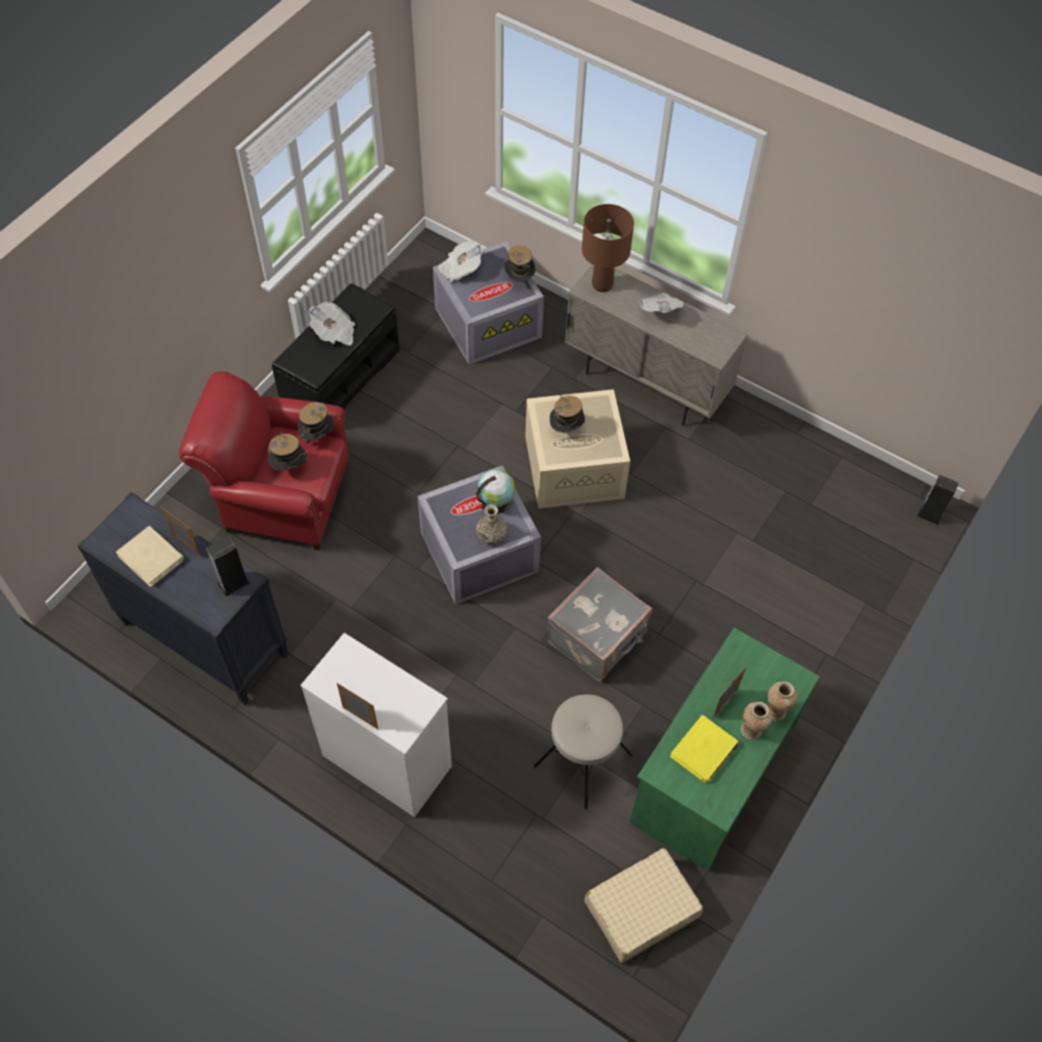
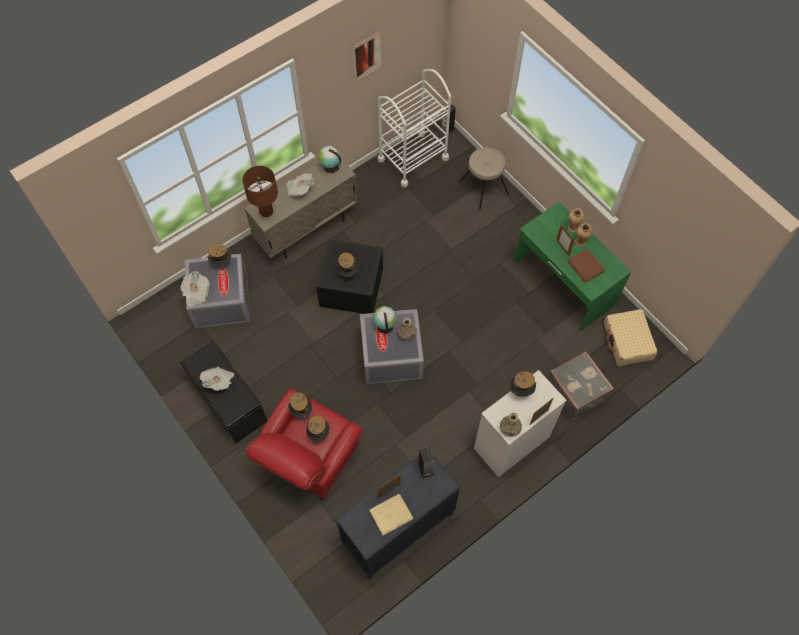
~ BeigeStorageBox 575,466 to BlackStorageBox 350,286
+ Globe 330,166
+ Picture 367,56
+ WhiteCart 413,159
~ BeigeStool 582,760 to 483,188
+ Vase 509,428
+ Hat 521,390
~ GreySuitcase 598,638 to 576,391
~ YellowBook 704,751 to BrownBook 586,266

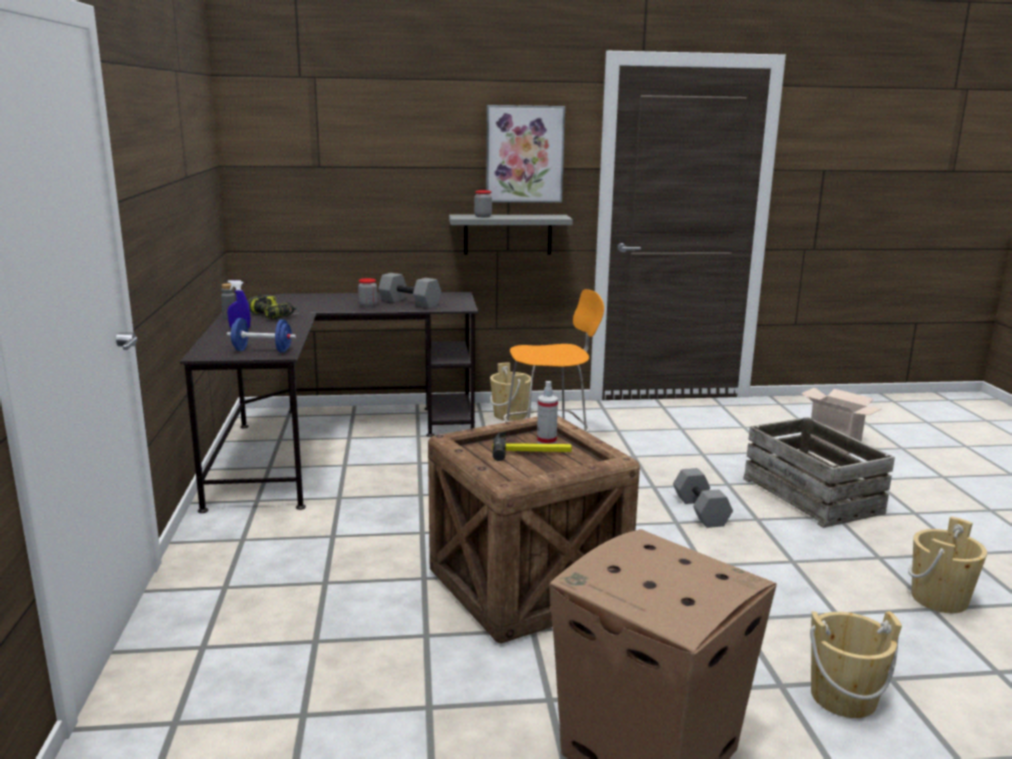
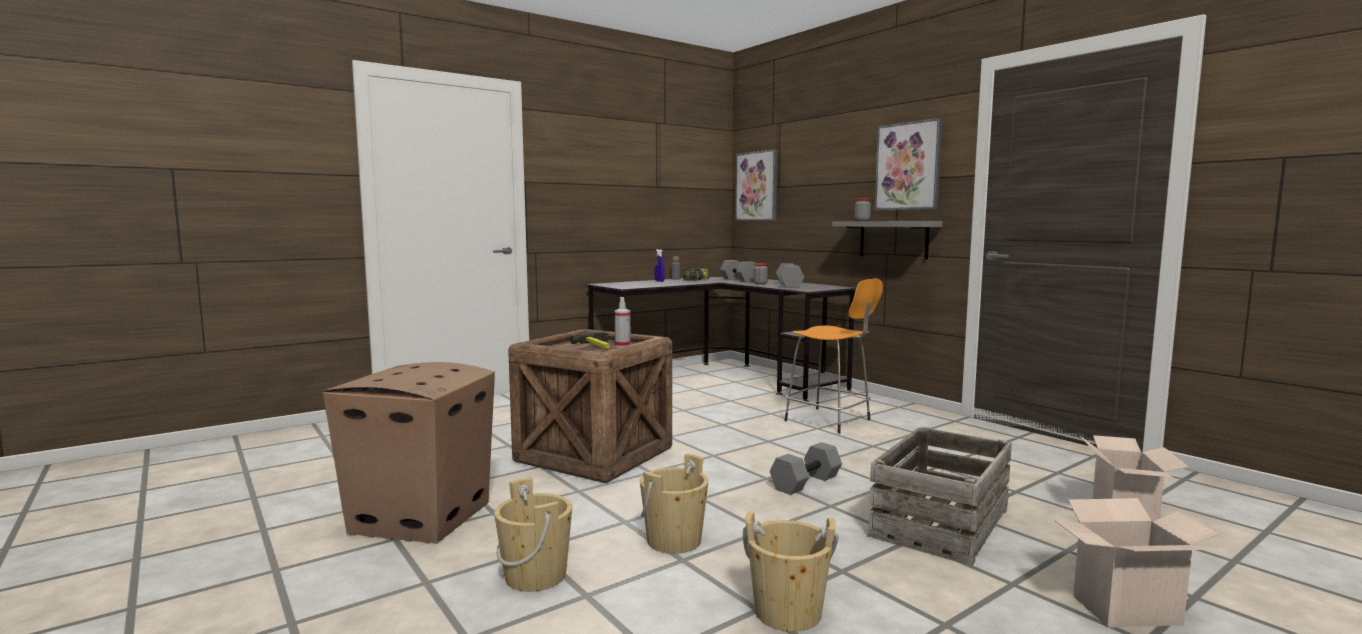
~ BeigeBucket 510,415 to 674,541
+ GreyDumbbell 738,280
+ Picture 757,186
+ CardboardBox 1125,612
- BlueDumbbell 262,351

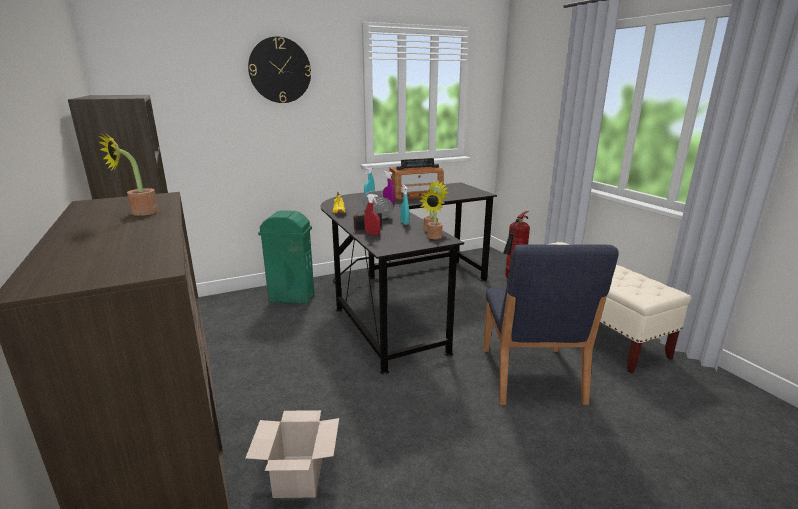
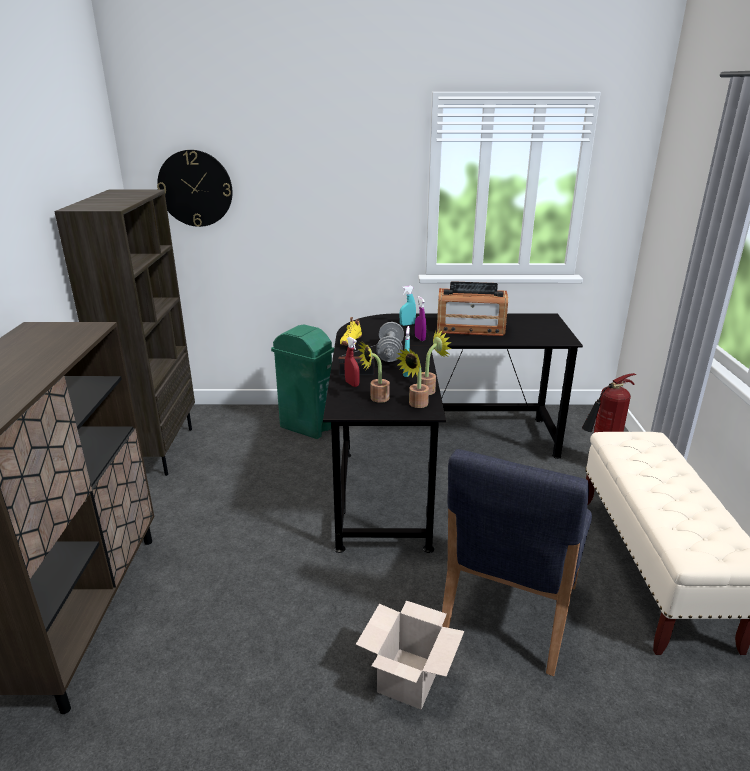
~ WallClock 280,70 to 195,188
~ CardboardBox 298,475 to 408,676
~ PottedPlant 139,213 to 376,399

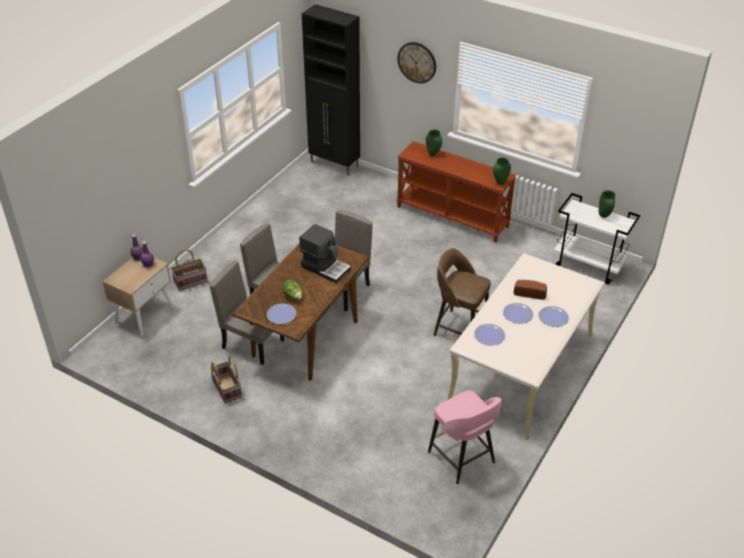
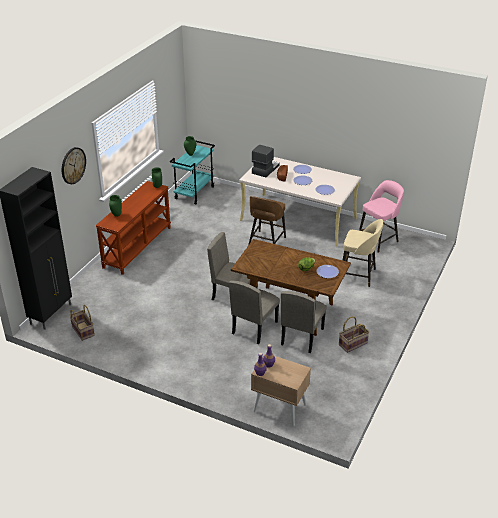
~ Basket 190,281 to 82,331
~ WhiteCart 589,265 to TurquoiseCart 194,192
~ CoffeeMachine 325,267 to 265,169
+ BeigeStool 358,275

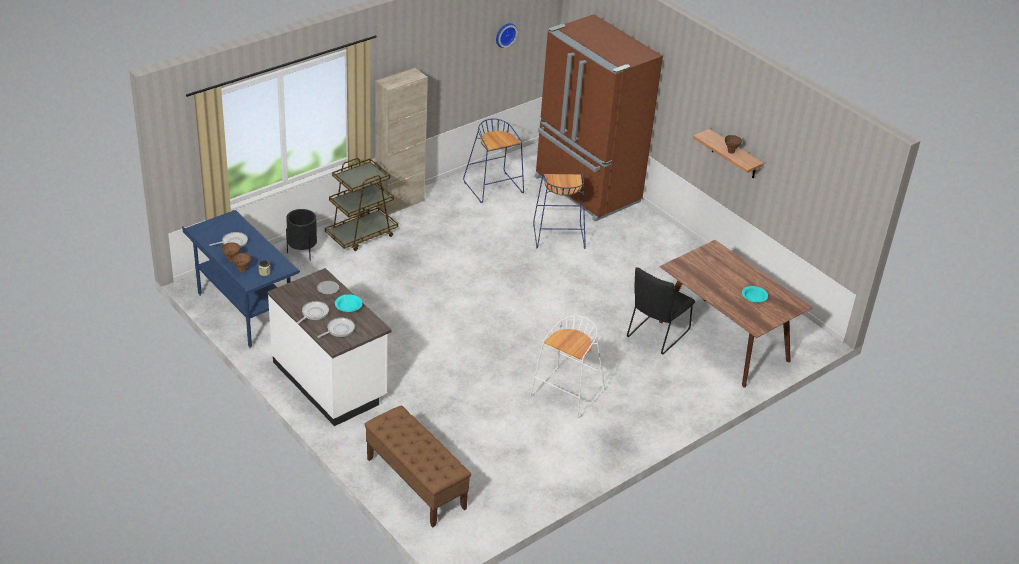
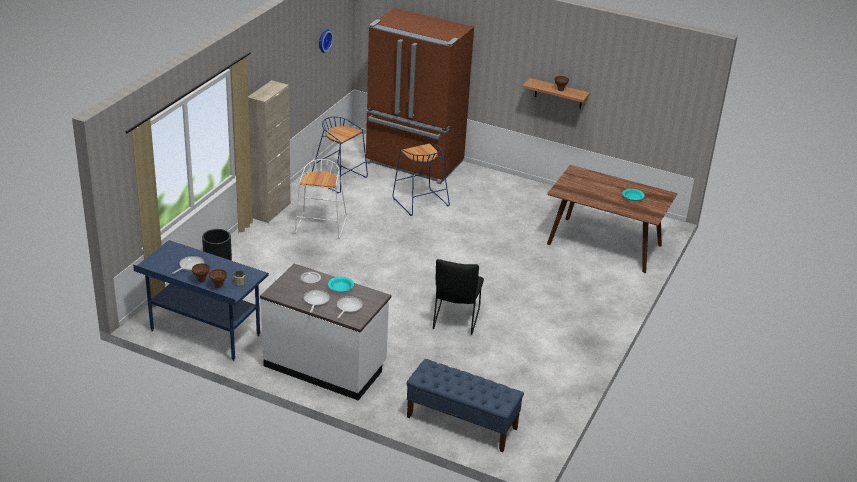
~ WhiteStool 567,394 to 321,227
~ BrownBench 415,483 to BlueBench 461,423
~ BlackChair 656,335 to 455,320
- BrownCart 362,235

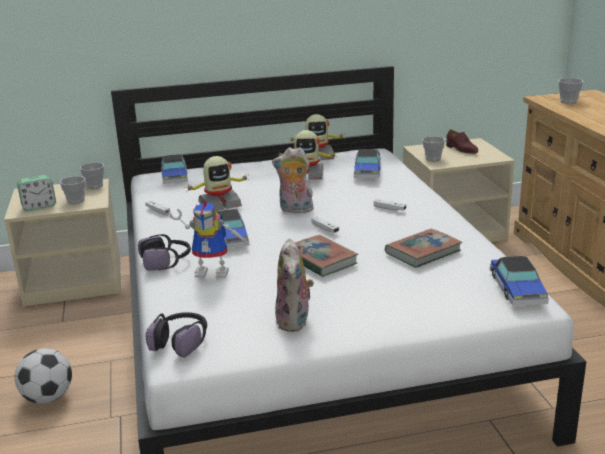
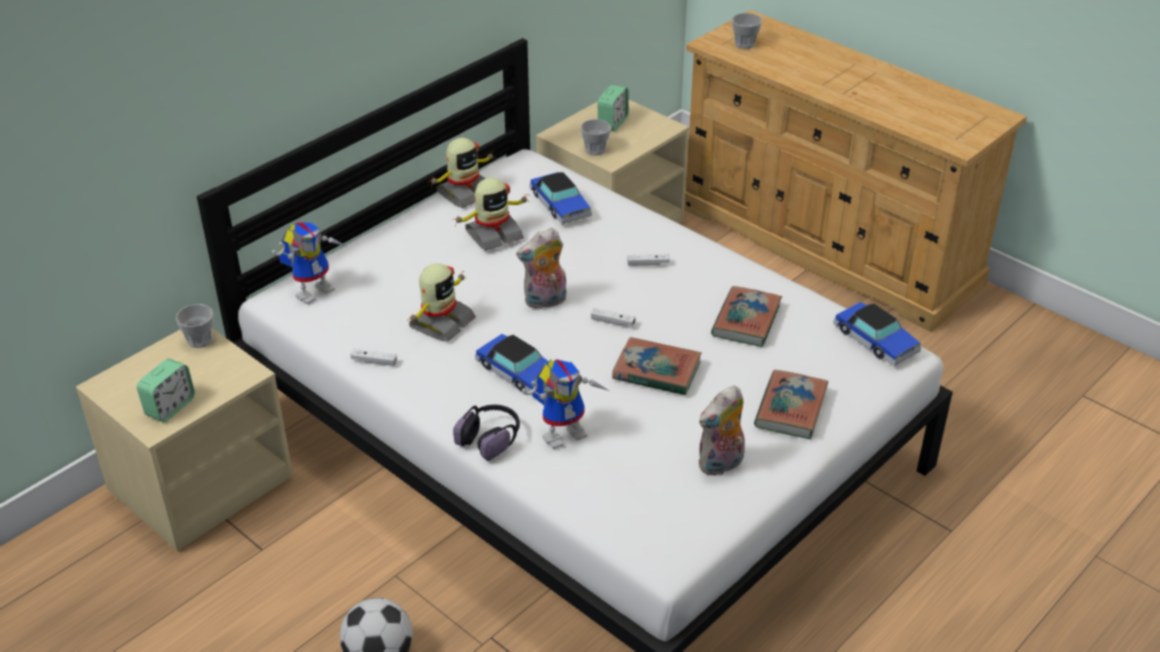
~ ToyCar 174,176 to ToyRobot 314,289
~ BrownShoe 461,149 to AlarmClock 612,123
~ PlushToy 295,321 = 721,465 90 degrees clockwise
+ Book 790,409
- Cup 76,200
- Headphones 181,342

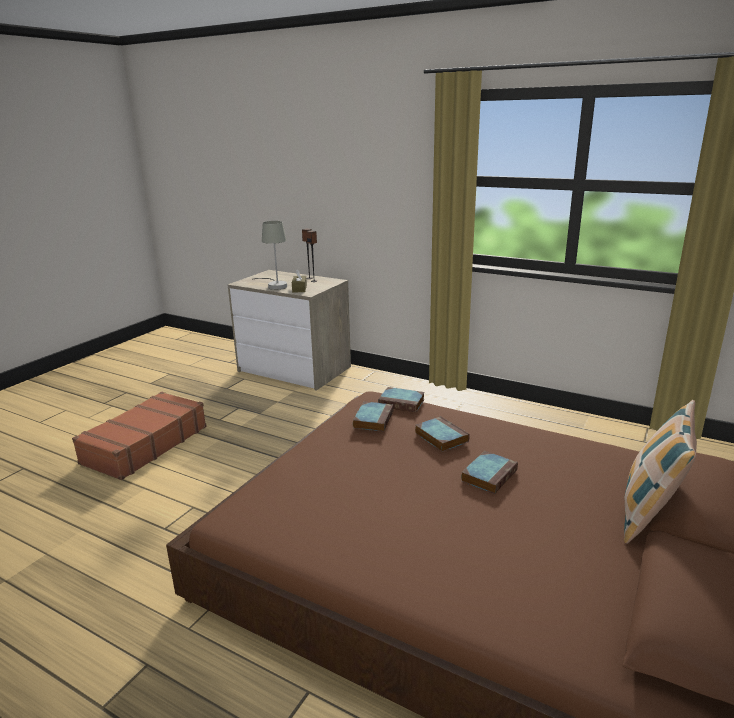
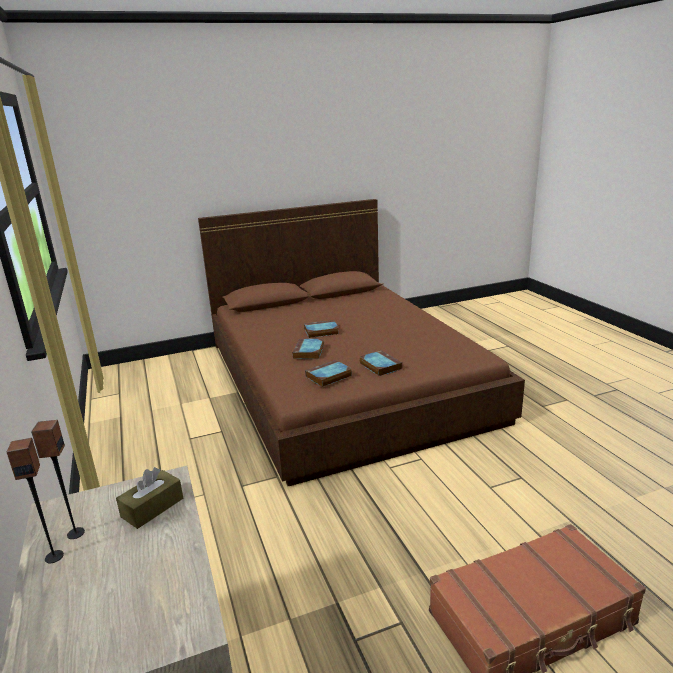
~ Book 402,403 to 379,366
- GreyTableLamp 275,285
- Pillow 649,515

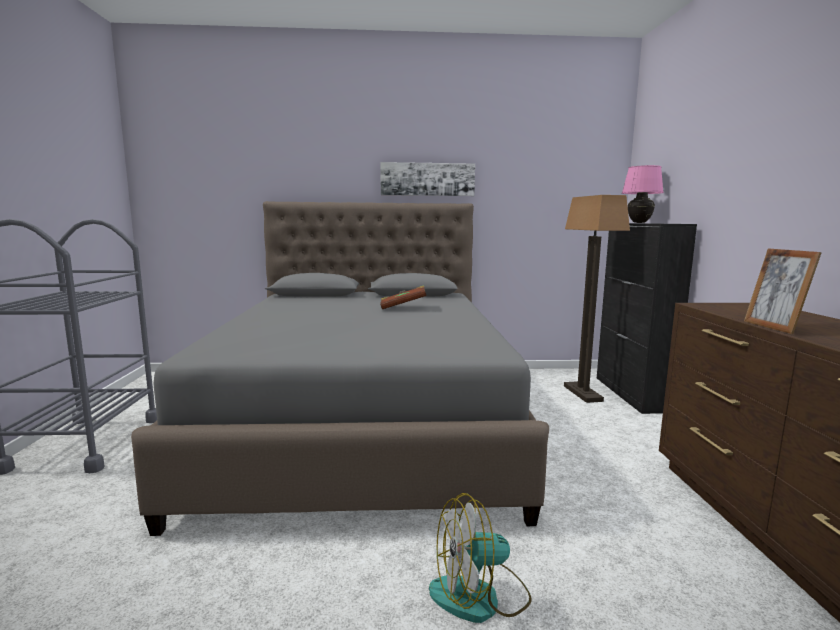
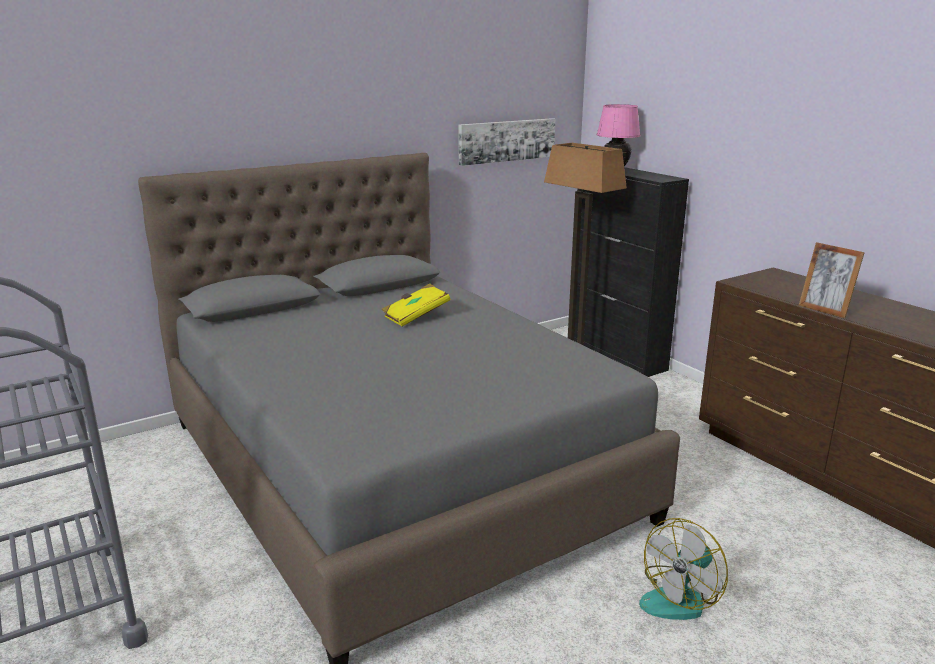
~ BrownBook 403,307 to YellowBook 415,317
~ Picture 427,179 to 506,141

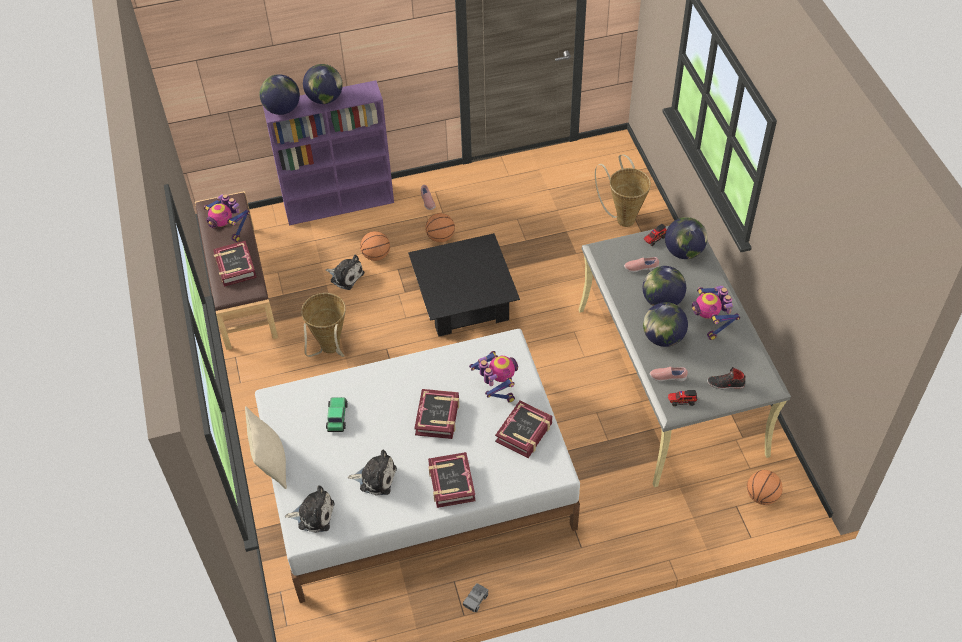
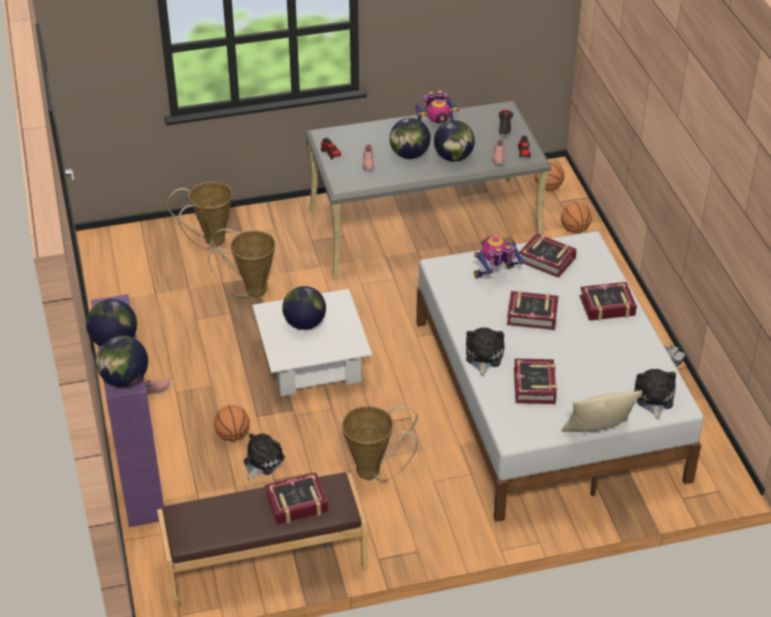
+ Basket 250,291
~ BlackCoffeeTable 464,301 to WhiteCoffeeTable 312,362
~ Globe 684,252 to 304,323
~ PlushToy 375,478 to 483,356
~ ToyCar 337,416 to Book 535,386
~ Basketball 440,237 to 575,229
- ToyRobot 228,230

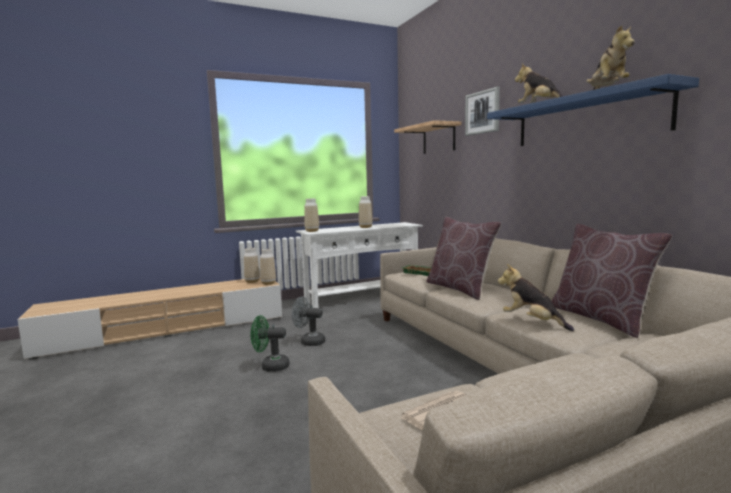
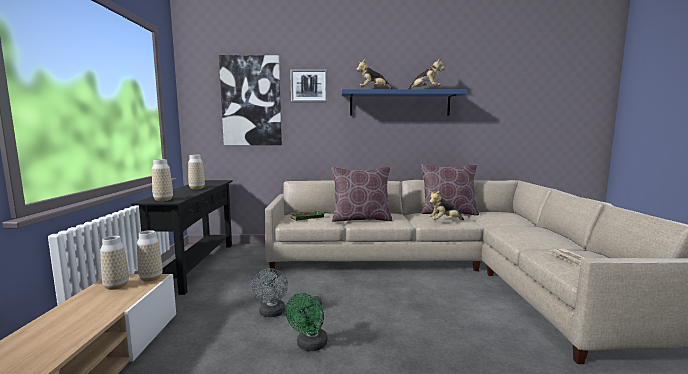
~ WhiteConsoleTable 362,298 to BlackConsoleTable 196,266
~ Shelf 438,139 to Picture 251,101
~ GreyFan 309,342 = 272,313 45 degrees counterclockwise

